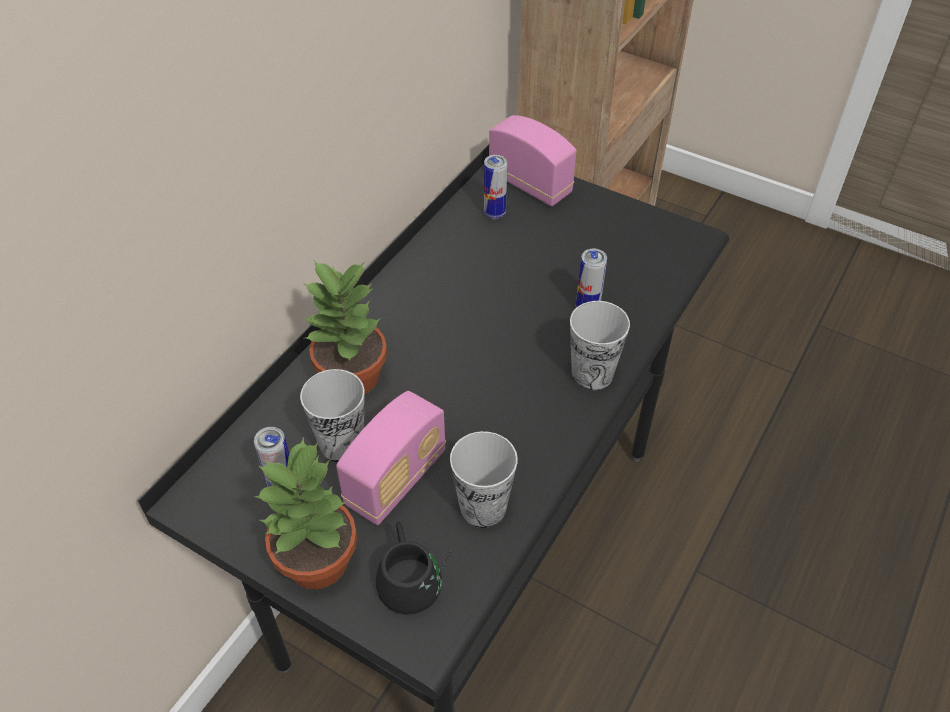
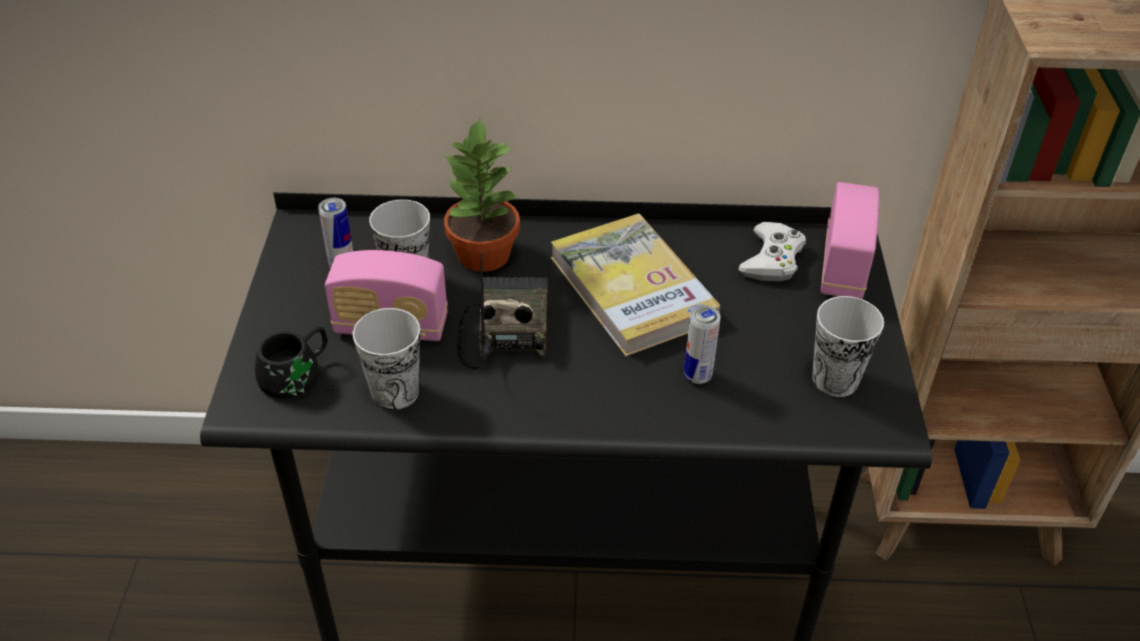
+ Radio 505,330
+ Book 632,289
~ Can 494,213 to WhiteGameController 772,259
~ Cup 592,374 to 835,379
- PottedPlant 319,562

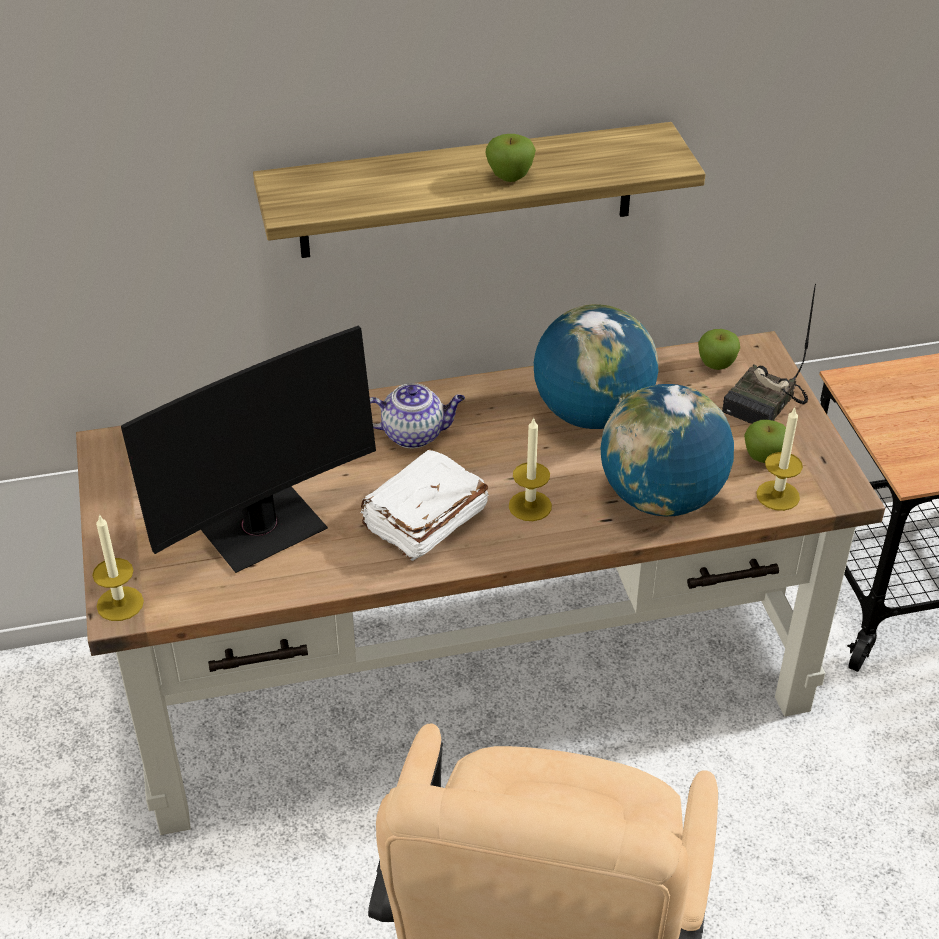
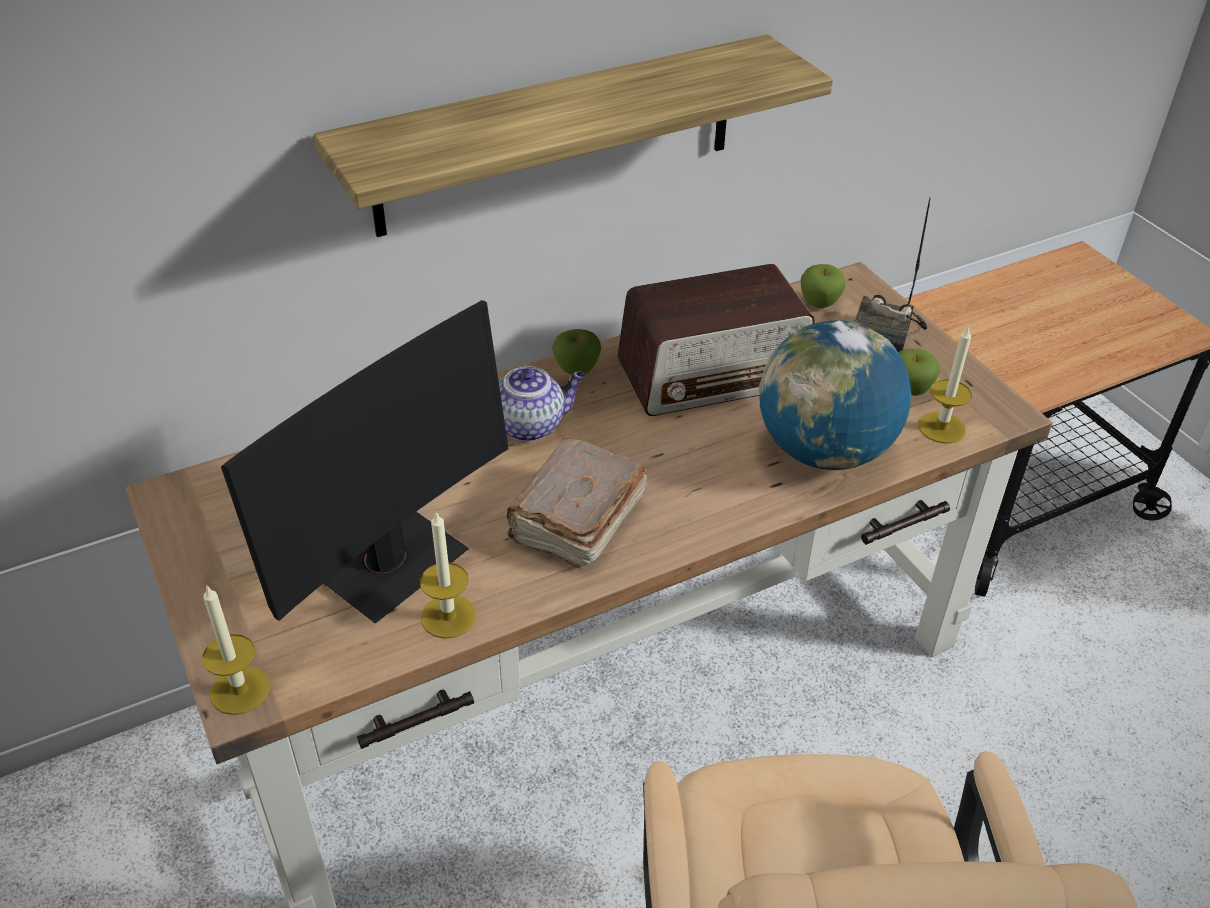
~ Candle 530,506 to 448,616
~ WhiteBook 423,520 to BrownBook 575,520
~ Apple 509,177 to 576,370
~ Globe 592,415 to Radio 714,374

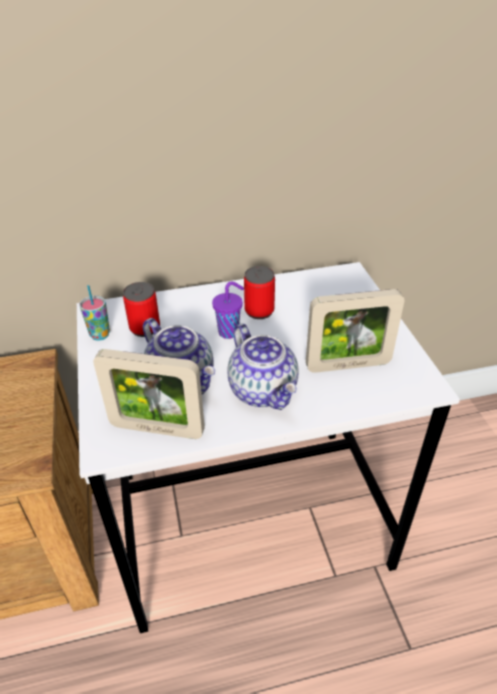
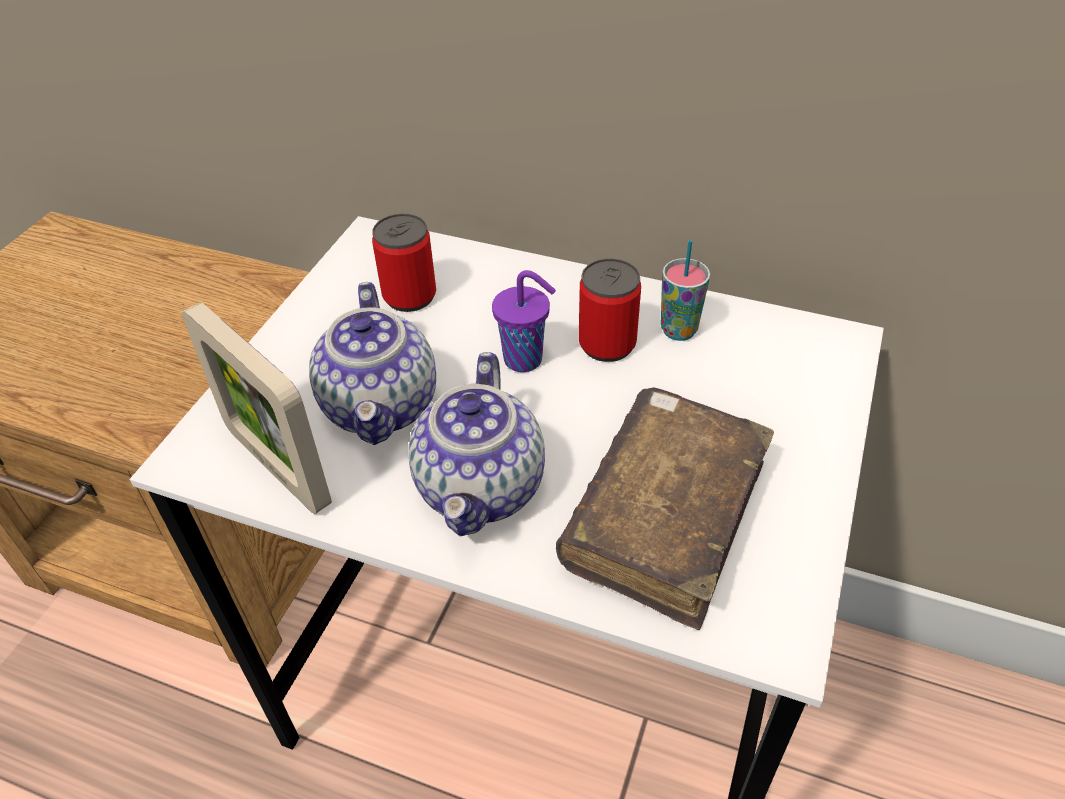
~ PictureFrame 348,365 to BrownBook 665,517
~ Cup 100,335 to 678,331

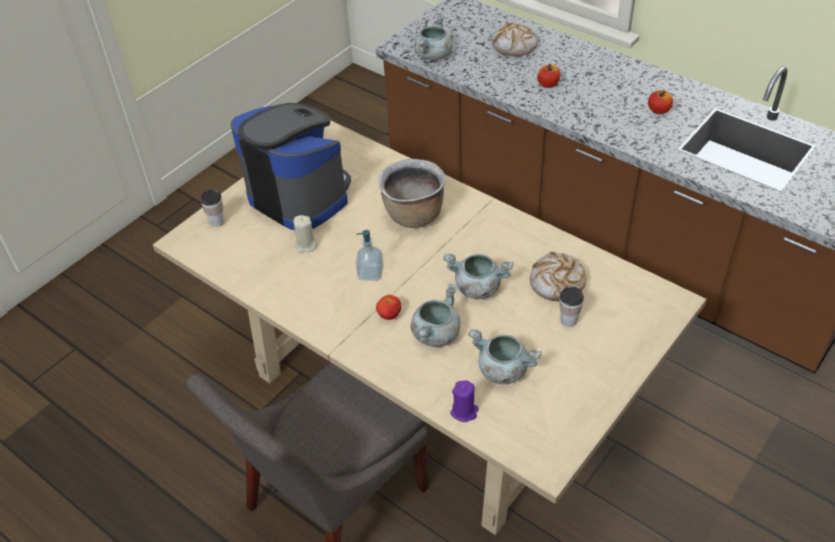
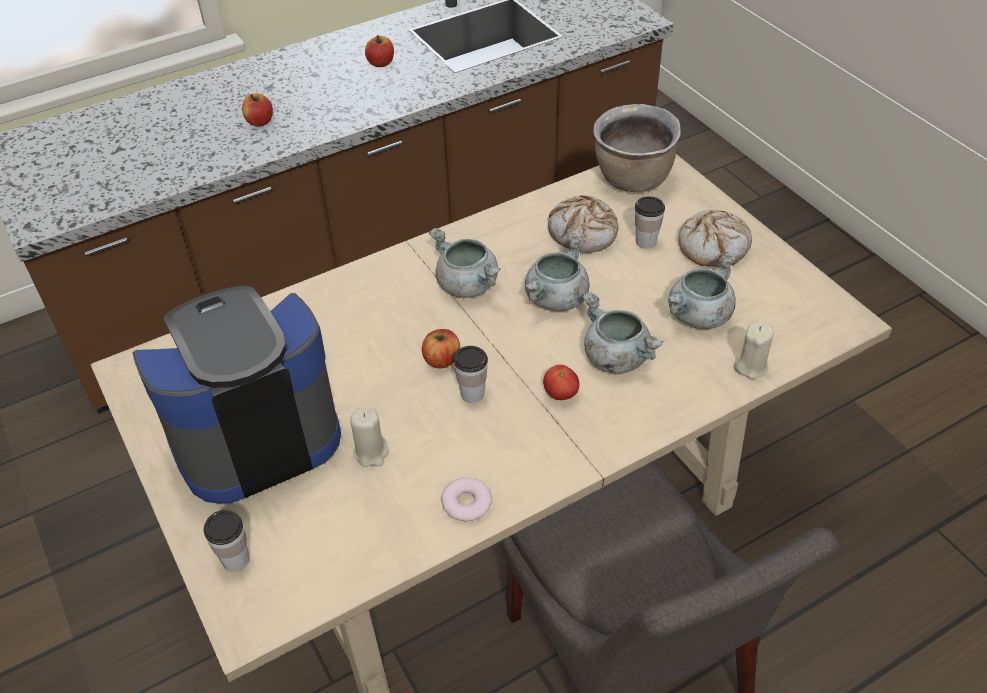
+ Apple 441,360
~ GreyCookingPot 433,55 to 468,285
+ Donut 466,503
~ SoapDispenser 370,273 to Cup 472,394
~ BrownCookingPot 413,215 to 632,180
~ Bread 514,46 to 713,247
~ PurpleCandle 464,412 to BeigeCandle 751,366

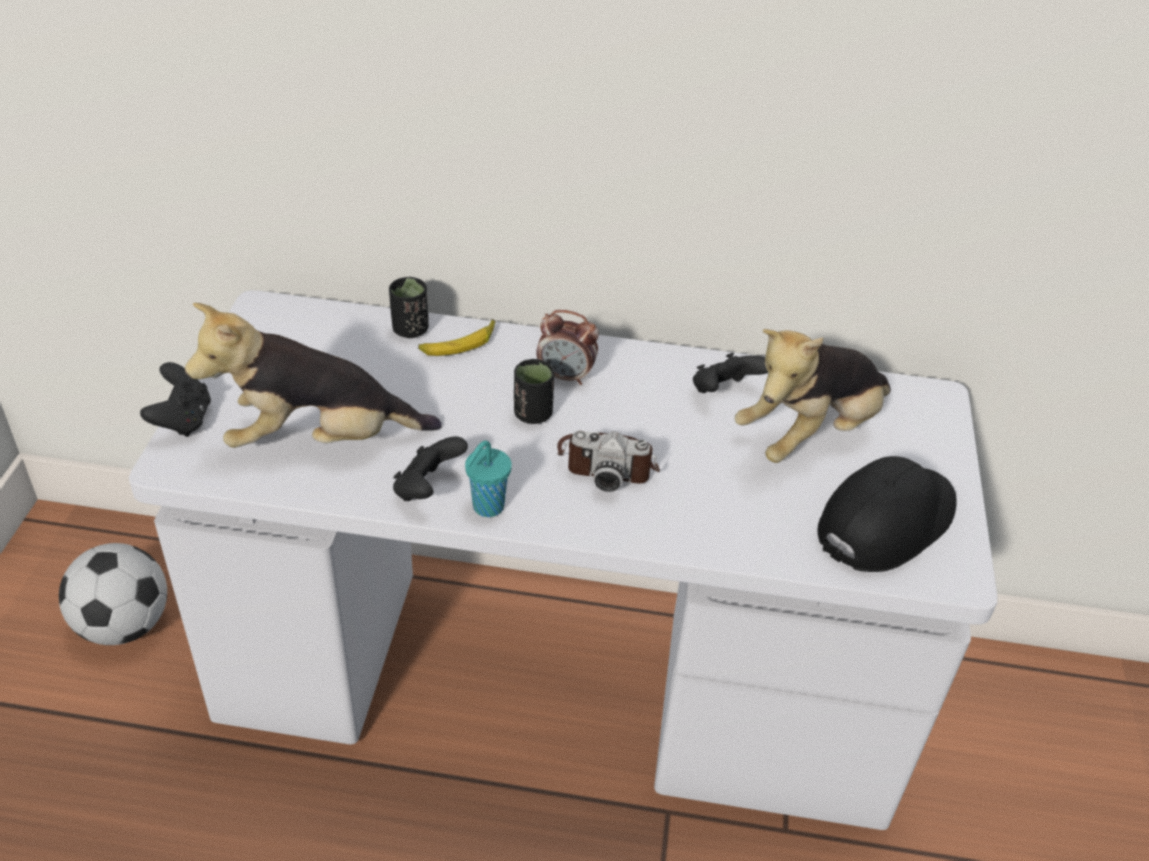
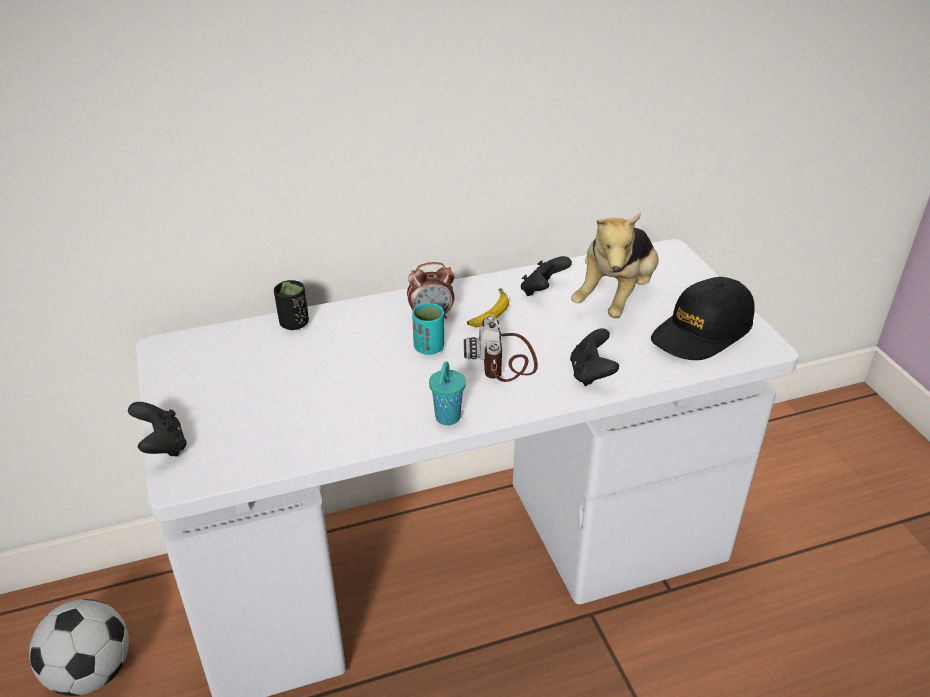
~ BlackCup 533,414 to TurquoiseCup 429,348
~ PhotoCamera 607,462 = 504,360 105 degrees clockwise
~ Banana 459,344 to 489,313
~ BlackGameController 428,489 to 591,374
~ BlackCap 886,522 = 702,332 150 degrees counterclockwise
- PlushToy 319,440

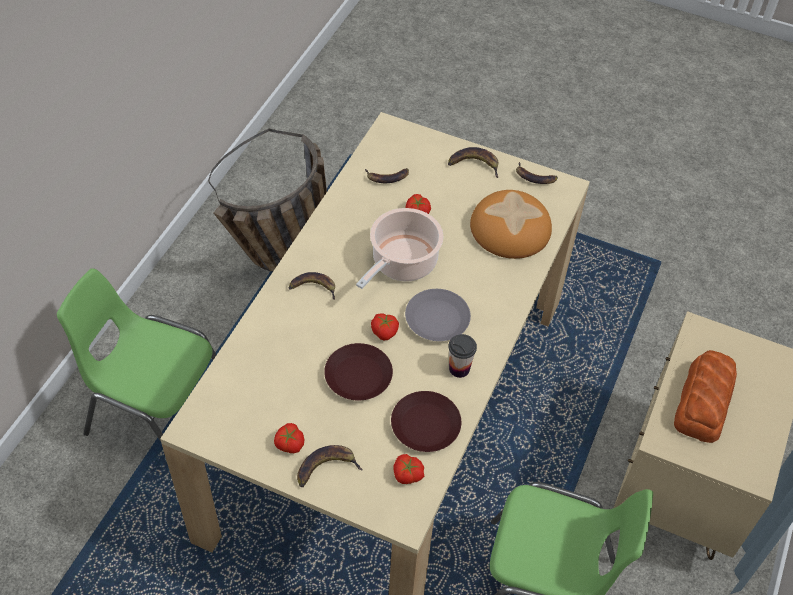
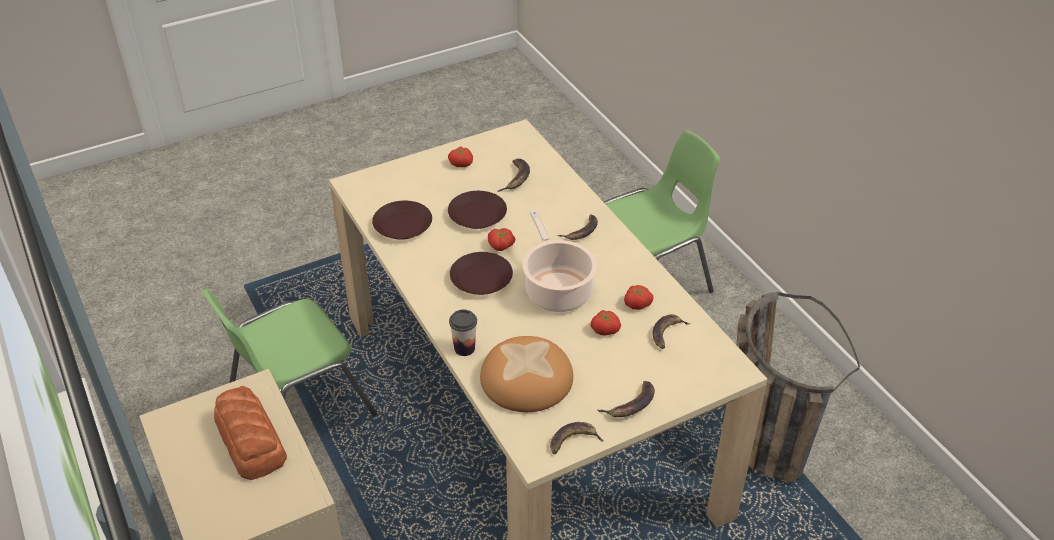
~ Cup 459,369 to 464,348
~ GreyPlate 438,319 to BrownPlate 480,279
~ Banana 326,467 to 516,178
~ Tomato 407,475 to 637,303

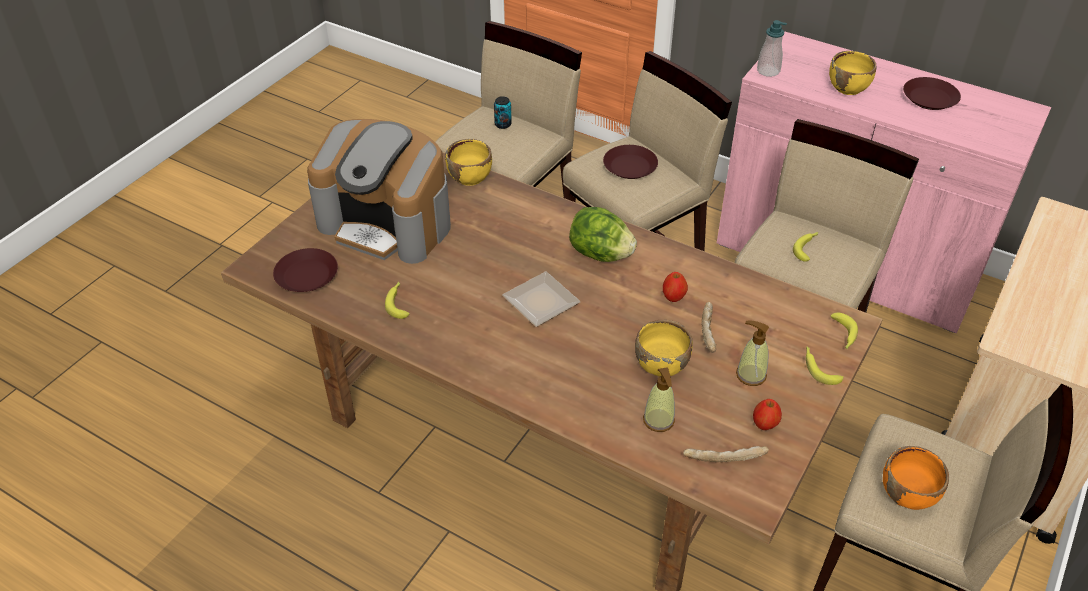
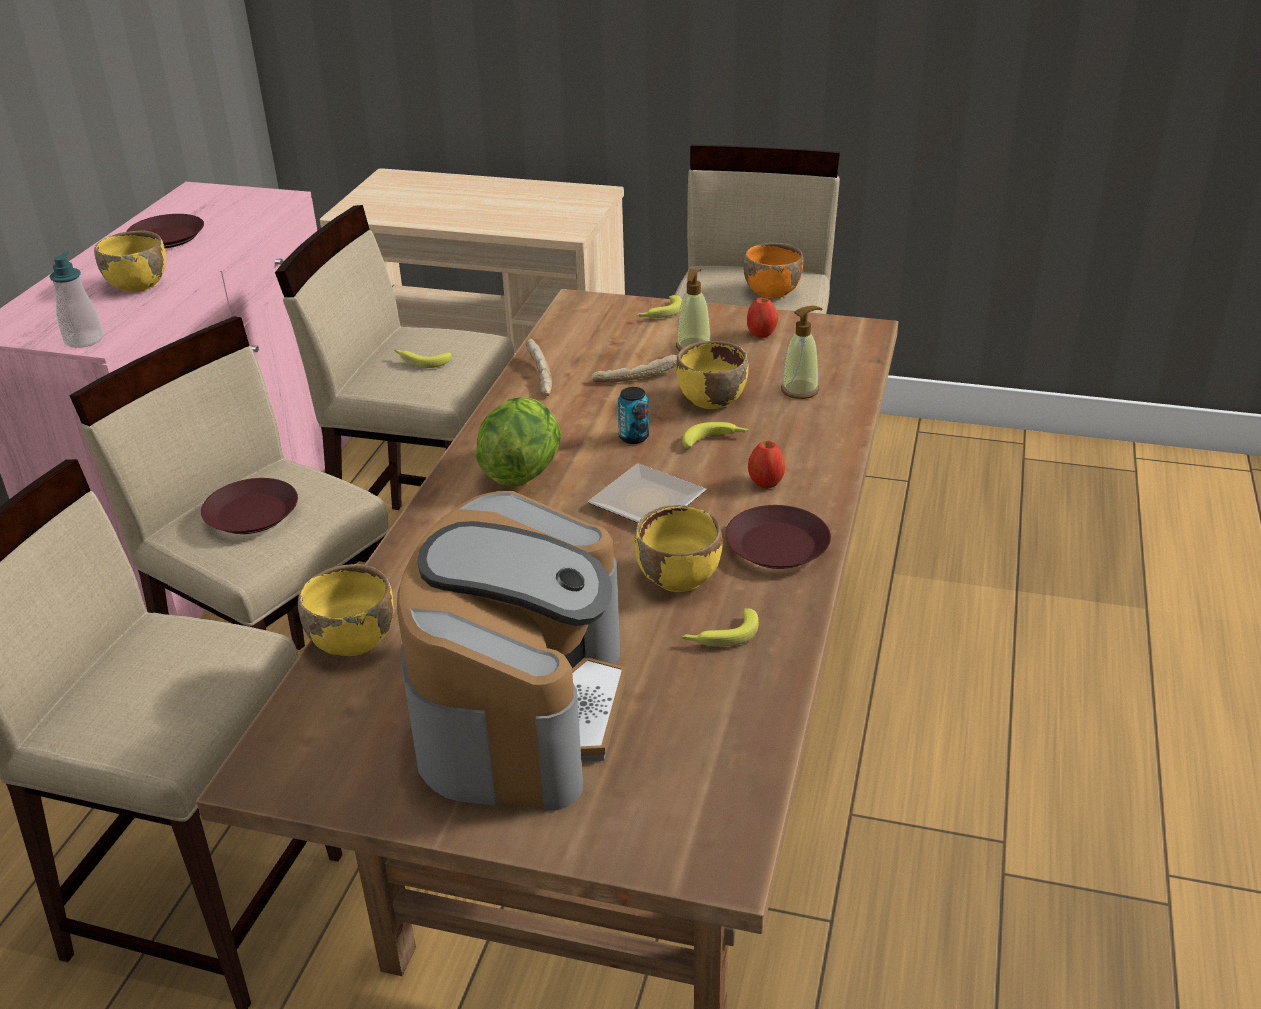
~ Bread 724,457 to 538,376
~ Can 503,124 to 633,437
+ YellowBowl 679,577
~ Banana 843,335 to 715,440
~ BrownPlate 306,276 to 778,546
~ Apple 673,297 to 766,482

